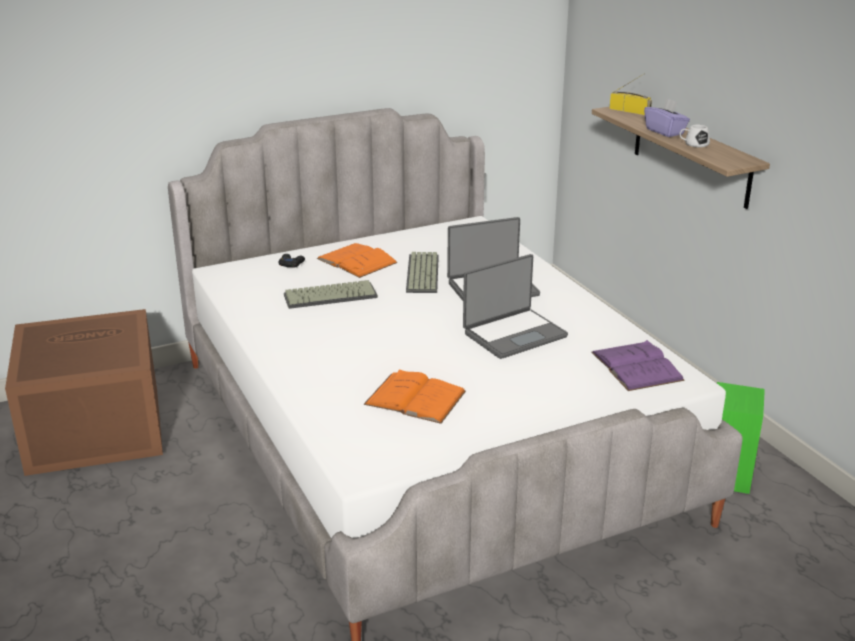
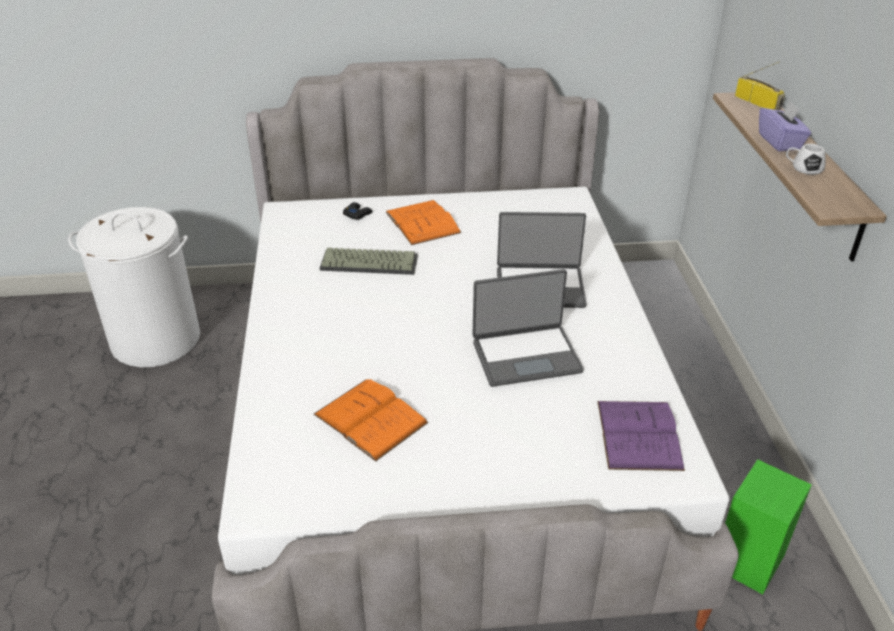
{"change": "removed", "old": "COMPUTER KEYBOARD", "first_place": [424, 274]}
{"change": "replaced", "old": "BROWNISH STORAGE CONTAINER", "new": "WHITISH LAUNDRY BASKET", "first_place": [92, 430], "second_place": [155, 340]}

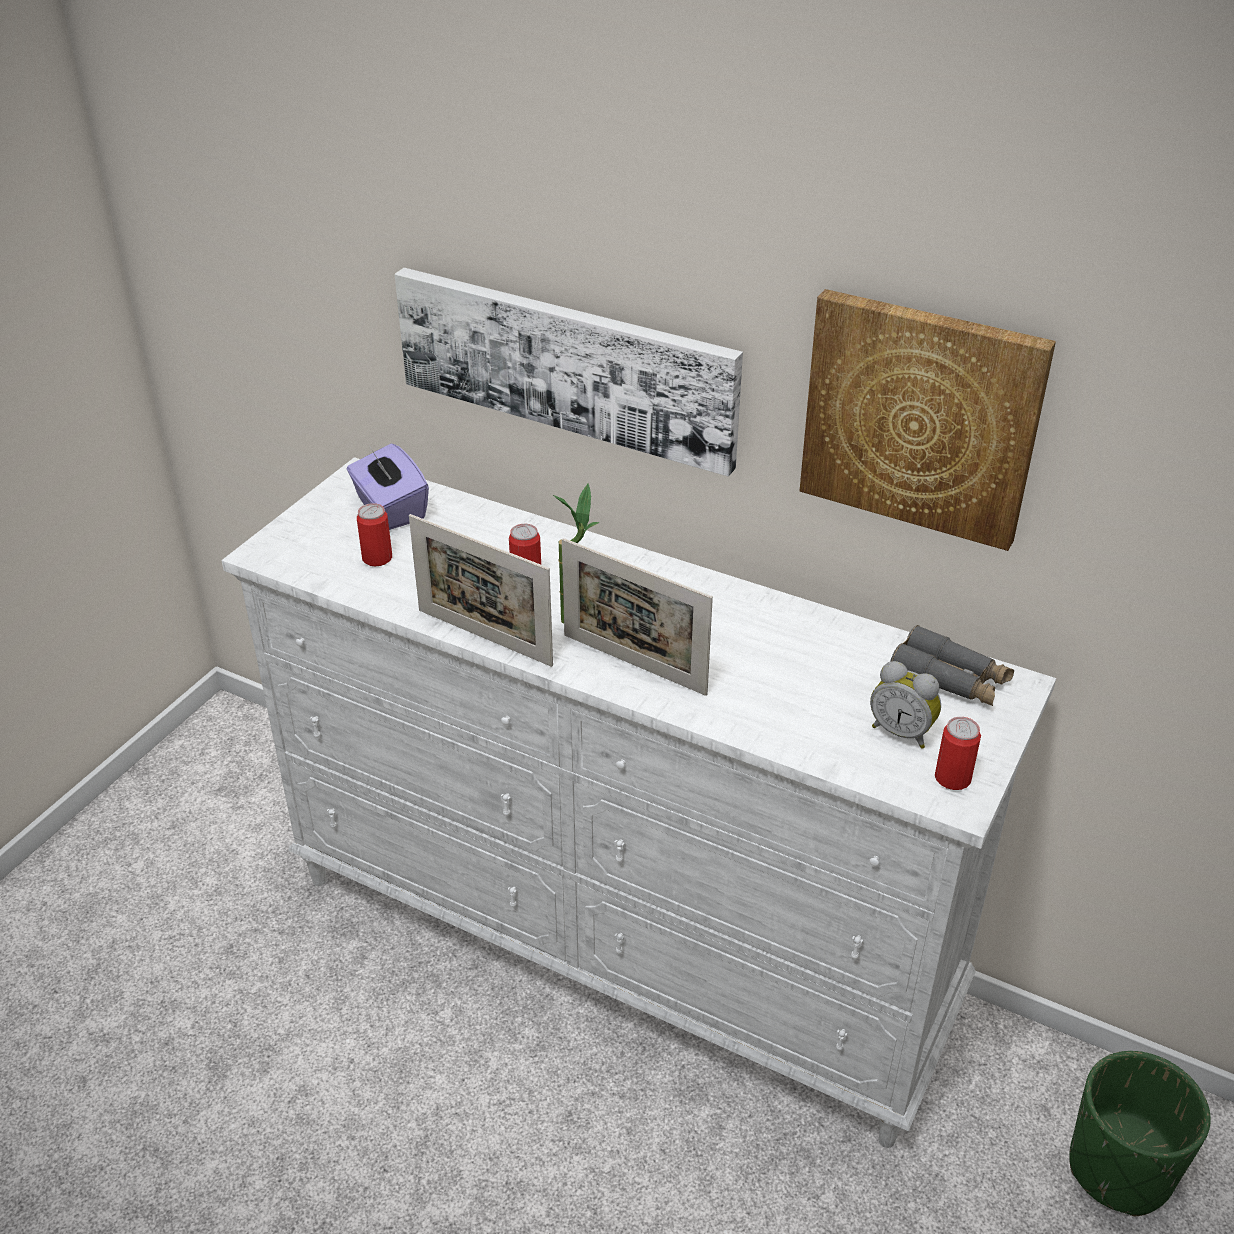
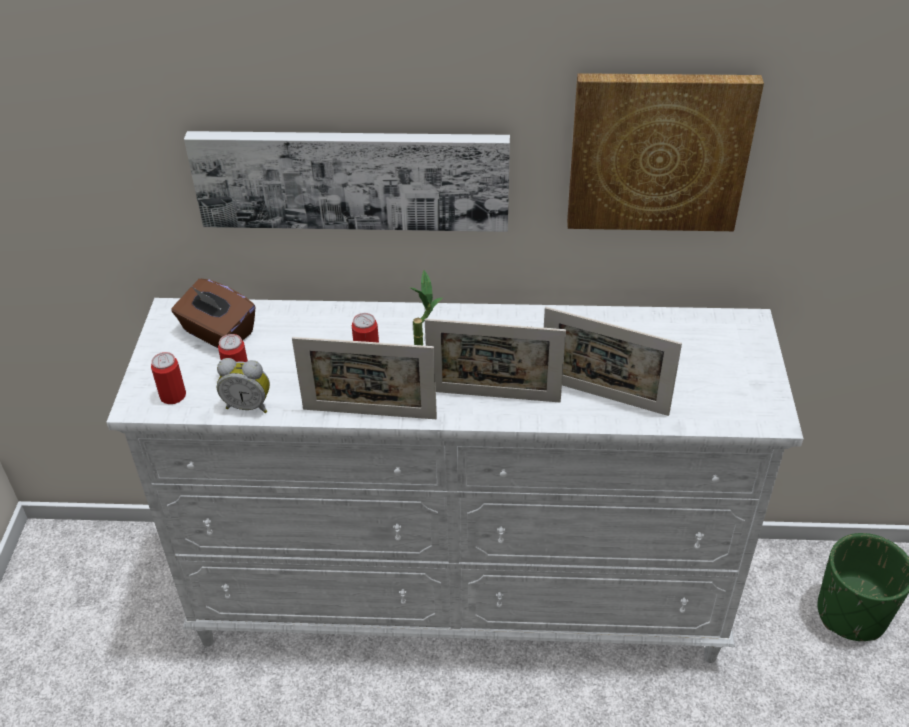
{"change": "removed", "old": "GREY PAIR OF BINOCULARS", "first_place": [950, 679]}
{"change": "added", "new": "PICTURE FRAME", "second_place": [603, 396]}
{"change": "moved", "old": "ALARM CLOCK", "first_place": [902, 732], "second_place": [248, 405]}
{"change": "moved", "old": "SEALED CAN", "first_place": [952, 778], "second_place": [173, 396]}
{"change": "recoloured", "old": "PURPLE TISSUE HOLDER", "new": "BROWNISH TISSUE HOLDER", "first_place": [390, 509], "second_place": [218, 333]}

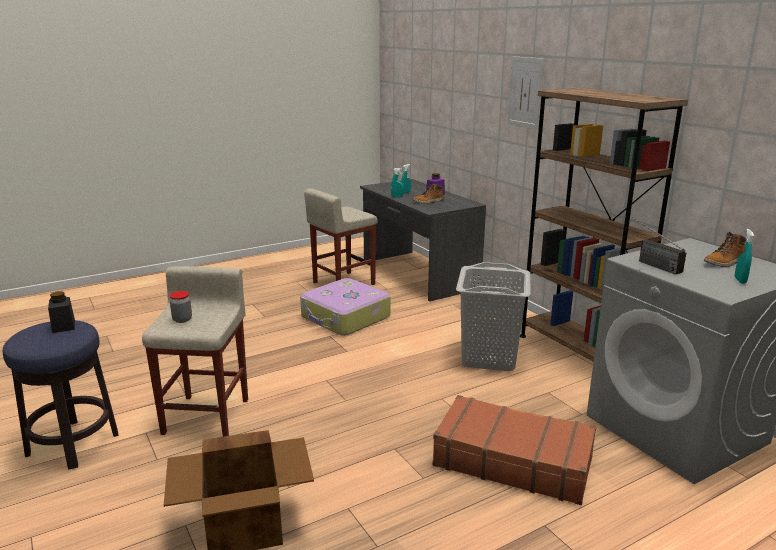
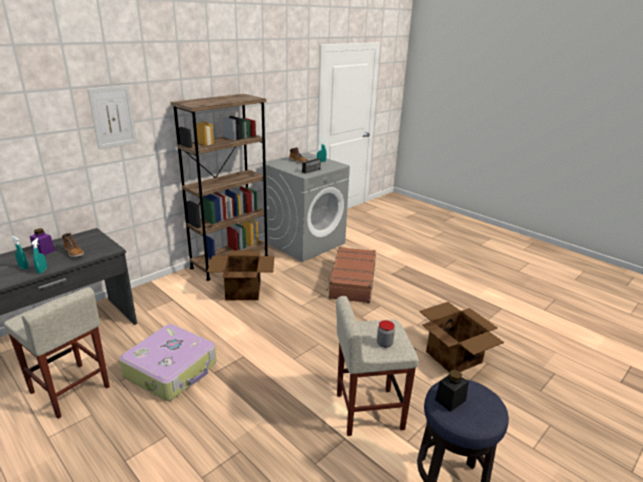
{"change": "replaced", "old": "GREY LAUNDRY BASKET", "new": "PACKING BOX", "first_place": [489, 357], "second_place": [242, 291]}

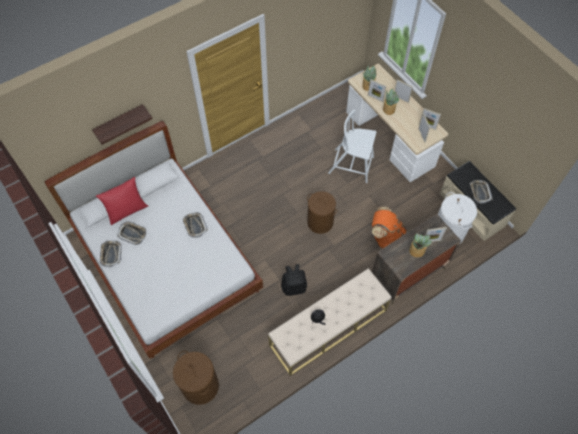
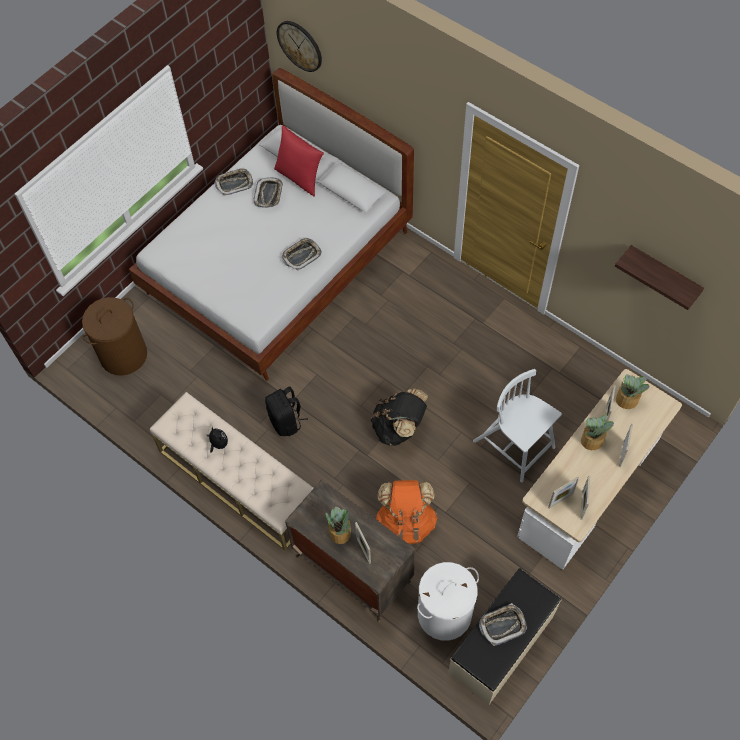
{"change": "added", "new": "CLOCK ON THE WALL", "second_place": [300, 45]}
{"change": "moved", "old": "BRACKET SHELF", "first_place": [120, 122], "second_place": [664, 274]}
{"change": "replaced", "old": "BROWNISH LAUNDRY BASKET", "new": "BLACKISH RUCKSACK", "first_place": [320, 222], "second_place": [399, 427]}
{"change": "turned", "old": "WHITISH PLAIN CHAIR", "first_place": [352, 165], "second_place": [515, 445], "degrees": -45}

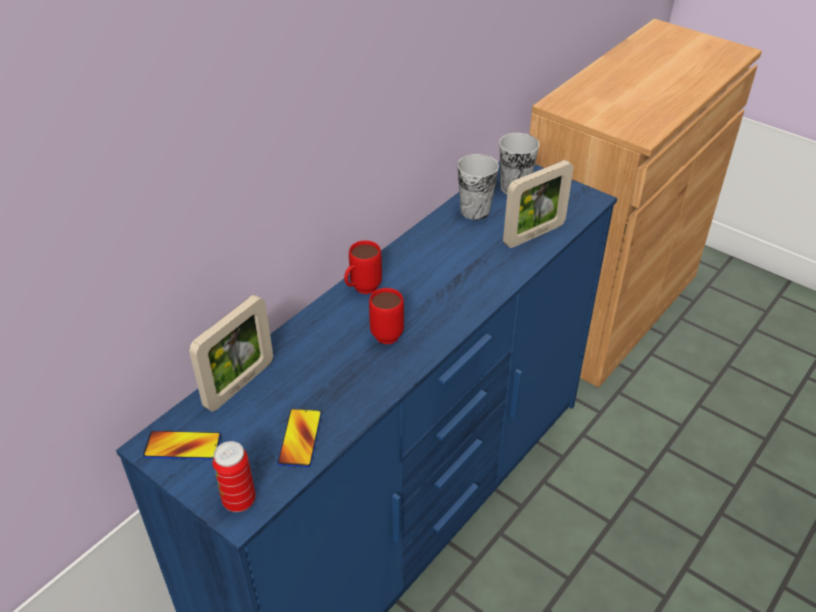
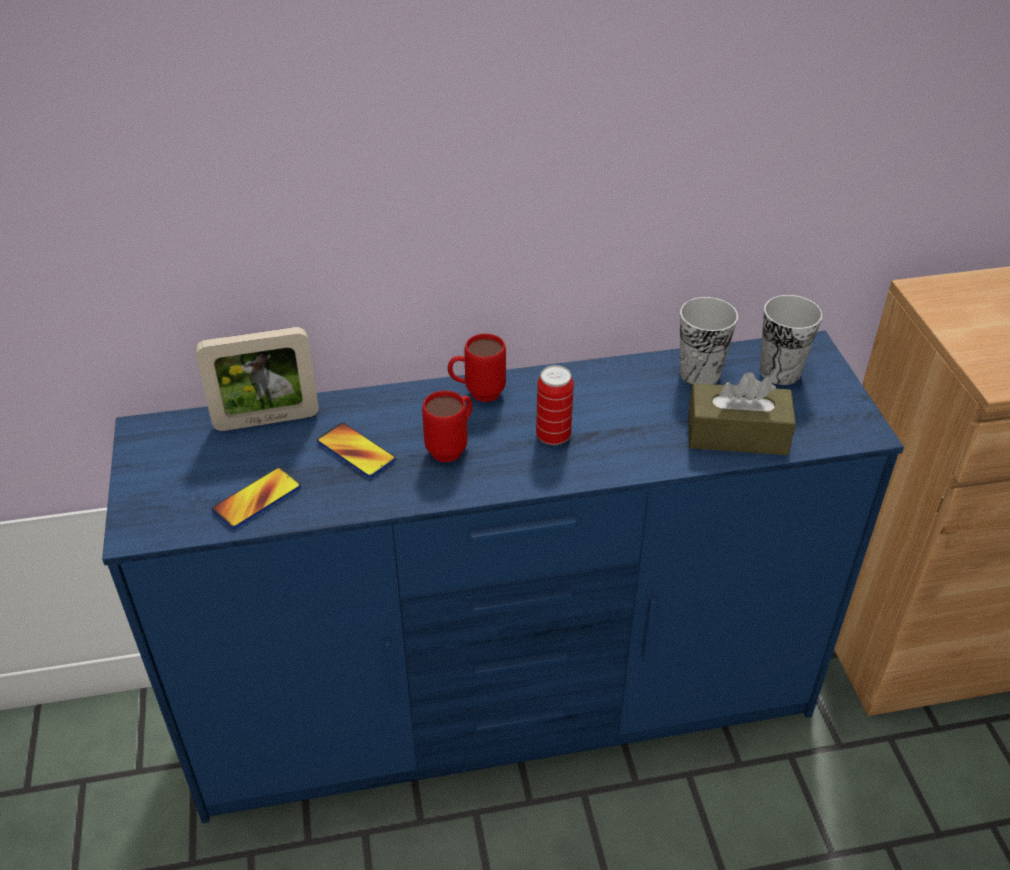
{"change": "moved", "old": "HANDSET", "first_place": [182, 446], "second_place": [356, 451]}
{"change": "moved", "old": "SEALED CAN", "first_place": [239, 500], "second_place": [553, 436]}
{"change": "replaced", "old": "PICTURE FRAME", "new": "BROWNISH TISSUE HOLDER", "first_place": [534, 234], "second_place": [737, 434]}

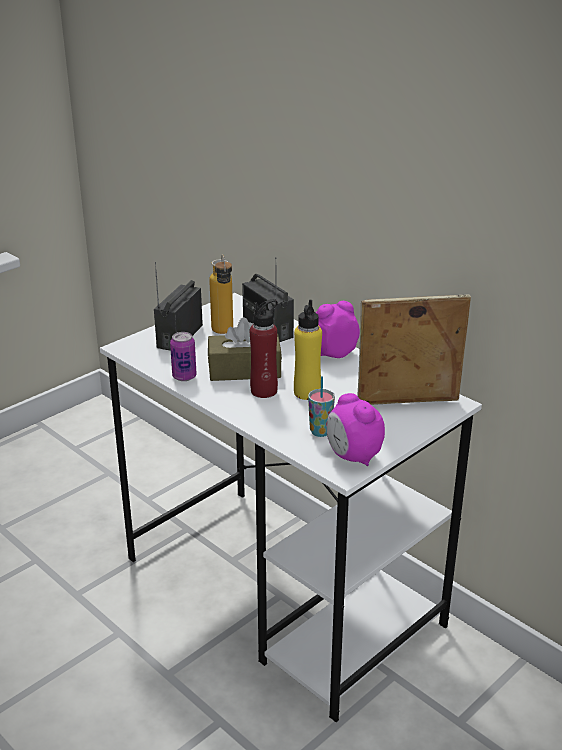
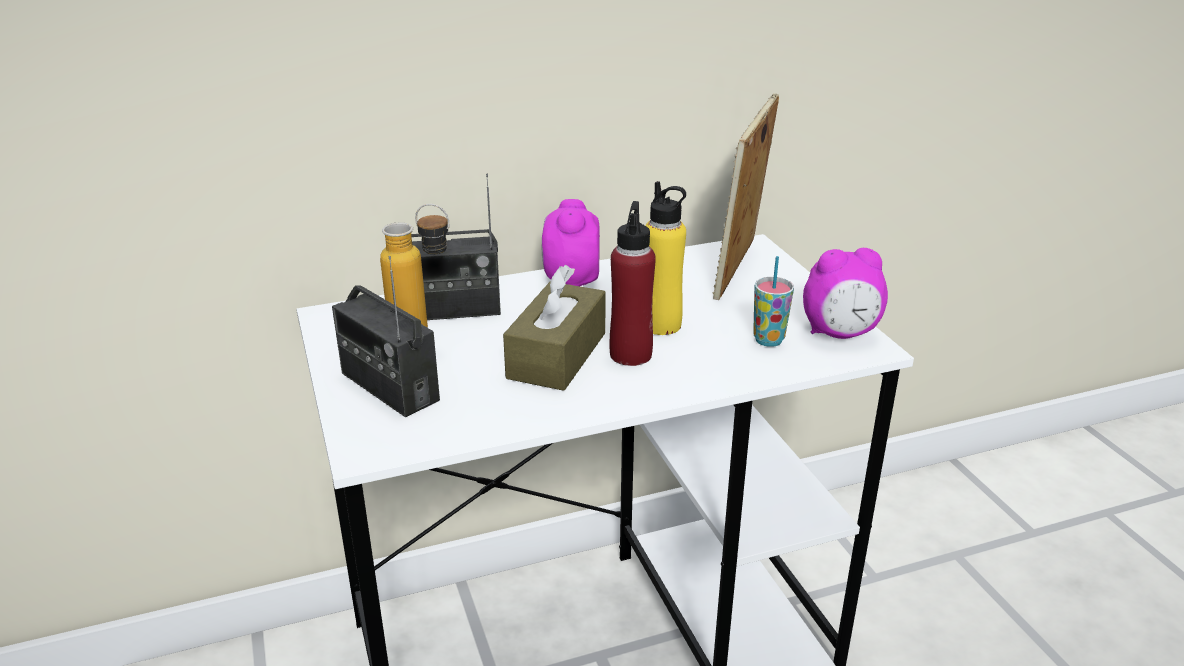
{"change": "removed", "old": "SEALED CAN", "first_place": [184, 376]}

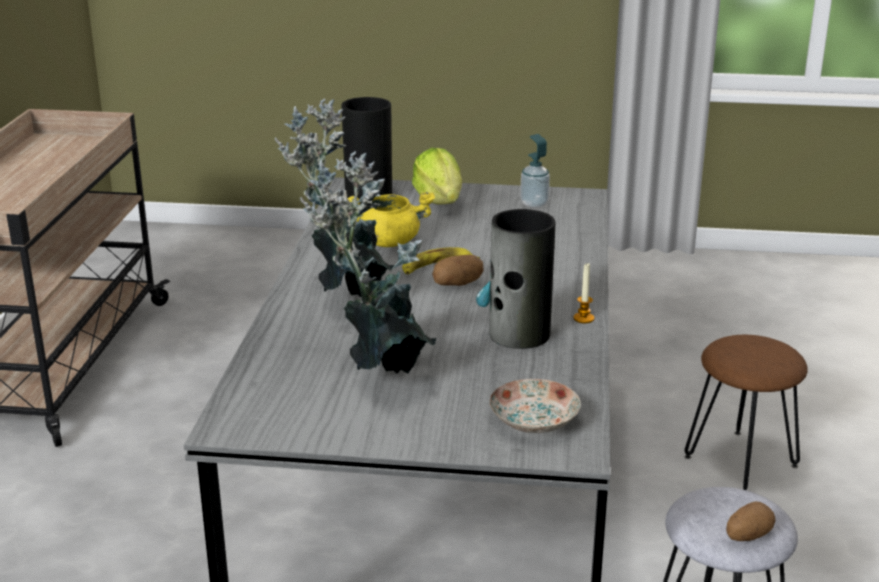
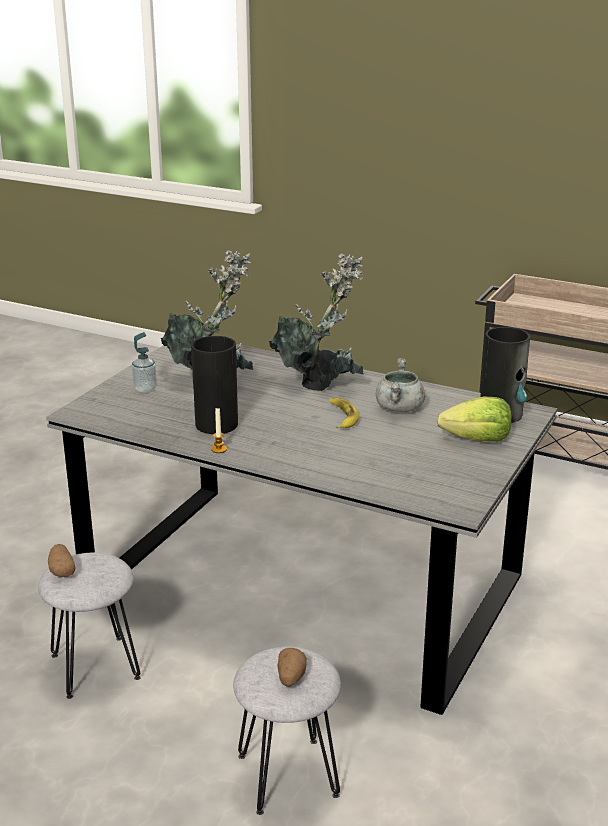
{"change": "removed", "old": "FLAT DISH", "first_place": [533, 421]}
{"change": "moved", "old": "POTATO", "first_place": [457, 284], "second_place": [291, 677]}
{"change": "moved", "old": "LIQUID SOAP BOTTLE", "first_place": [534, 204], "second_place": [145, 389]}
{"change": "recoloured", "old": "YELLOW-COLOURED COOKING POT", "new": "GREY COOKING POT", "first_place": [390, 241], "second_place": [399, 408]}
{"change": "recoloured", "old": "BROWNISH STOOL", "new": "GREY STOOL", "first_place": [741, 462], "second_place": [287, 775]}

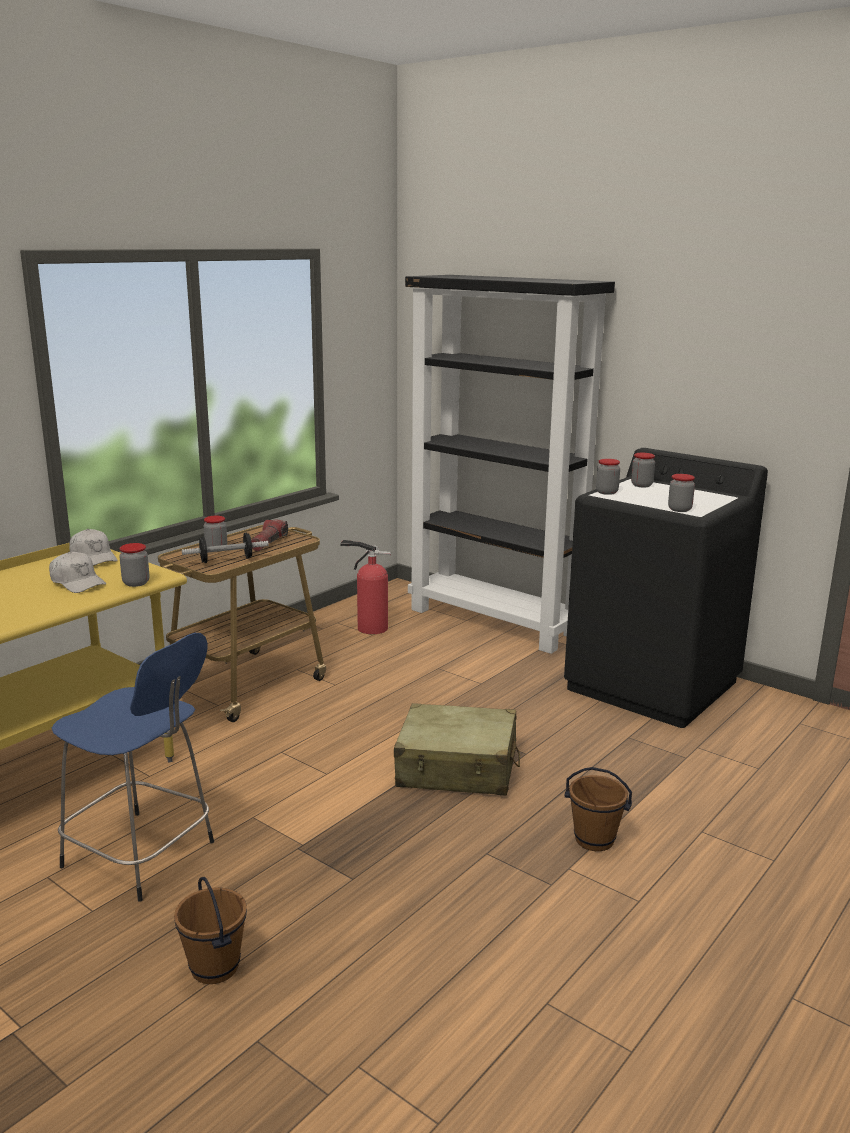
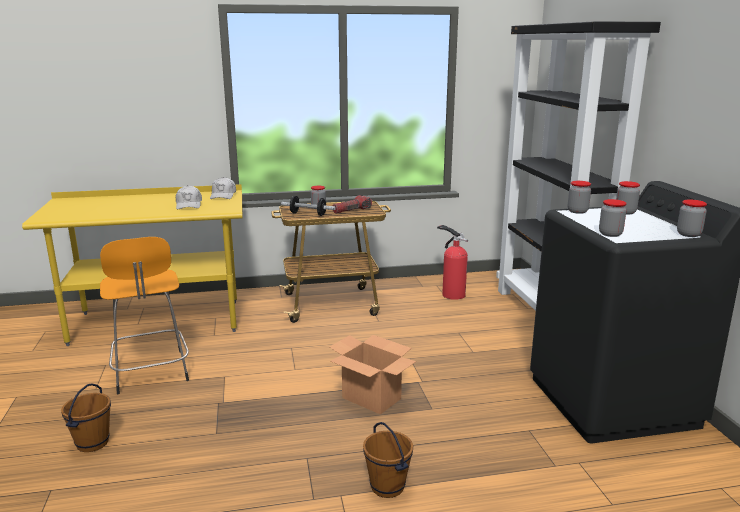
{"change": "moved", "old": "PRESERVE JAR", "first_place": [136, 583], "second_place": [688, 234]}
{"change": "replaced", "old": "BEIGE-COLOURED PIECE OF LUGGAGE", "new": "PACKING BOX", "first_place": [457, 768], "second_place": [372, 398]}
{"change": "recoloured", "old": "BLUE-COLOURED STOOL", "new": "ORANGE STOOL", "first_place": [142, 856], "second_place": [151, 373]}

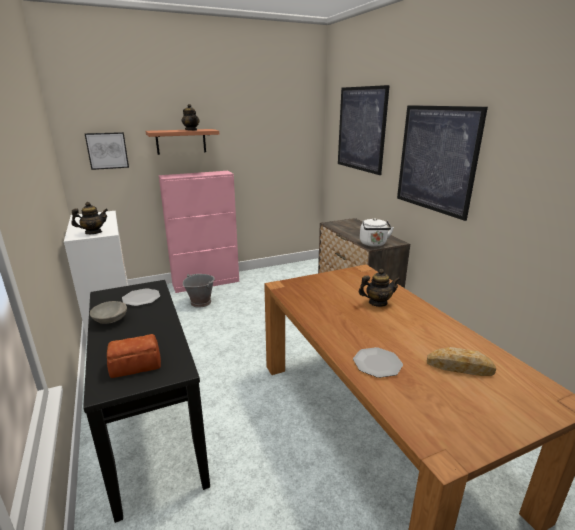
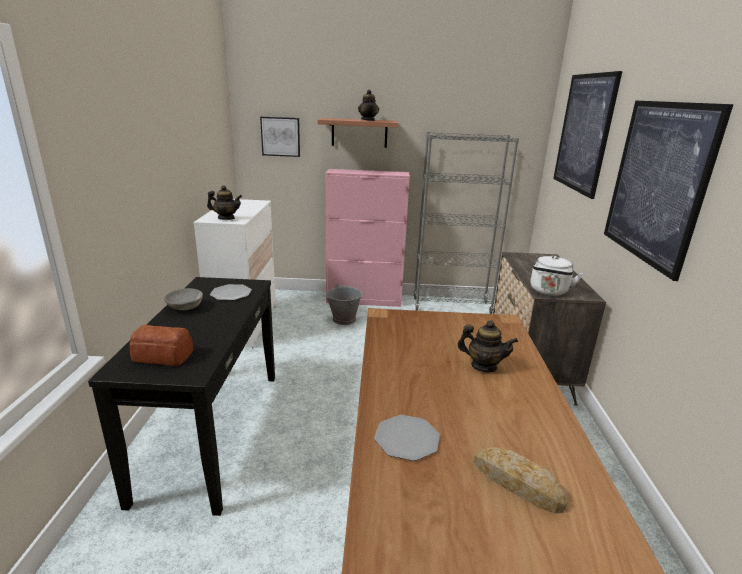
{"change": "added", "new": "GREY BOOKSHELF", "second_place": [451, 306]}

